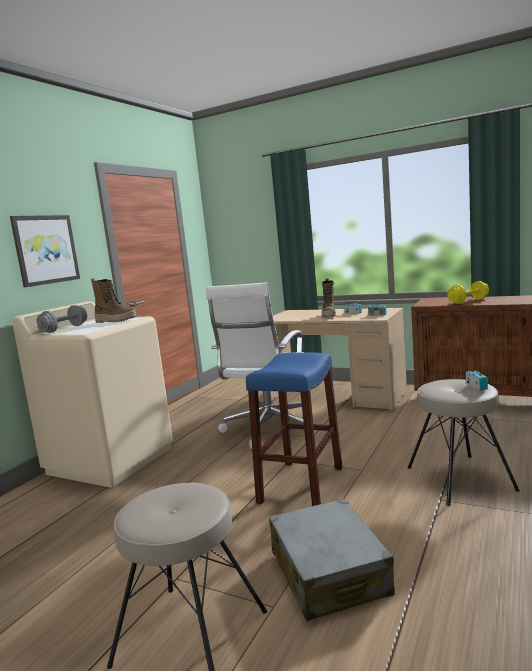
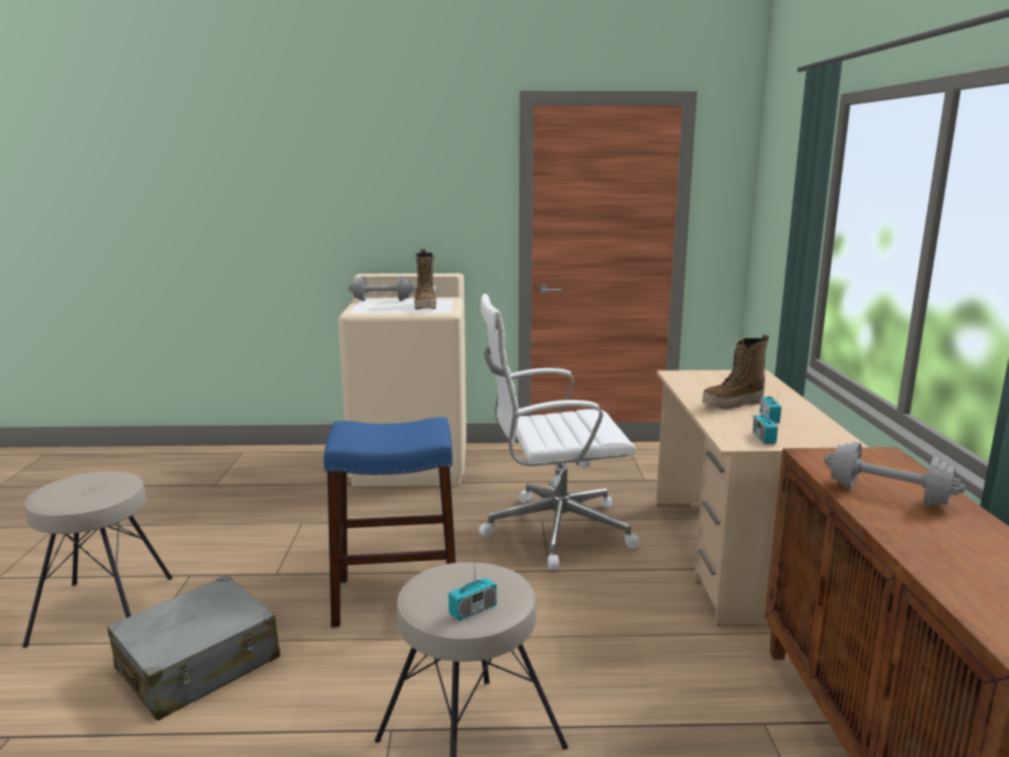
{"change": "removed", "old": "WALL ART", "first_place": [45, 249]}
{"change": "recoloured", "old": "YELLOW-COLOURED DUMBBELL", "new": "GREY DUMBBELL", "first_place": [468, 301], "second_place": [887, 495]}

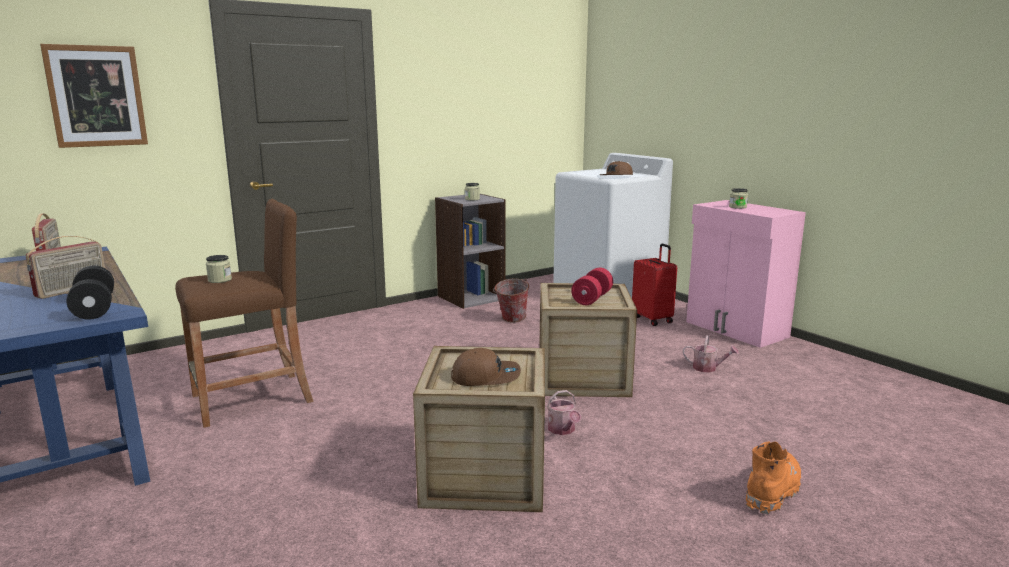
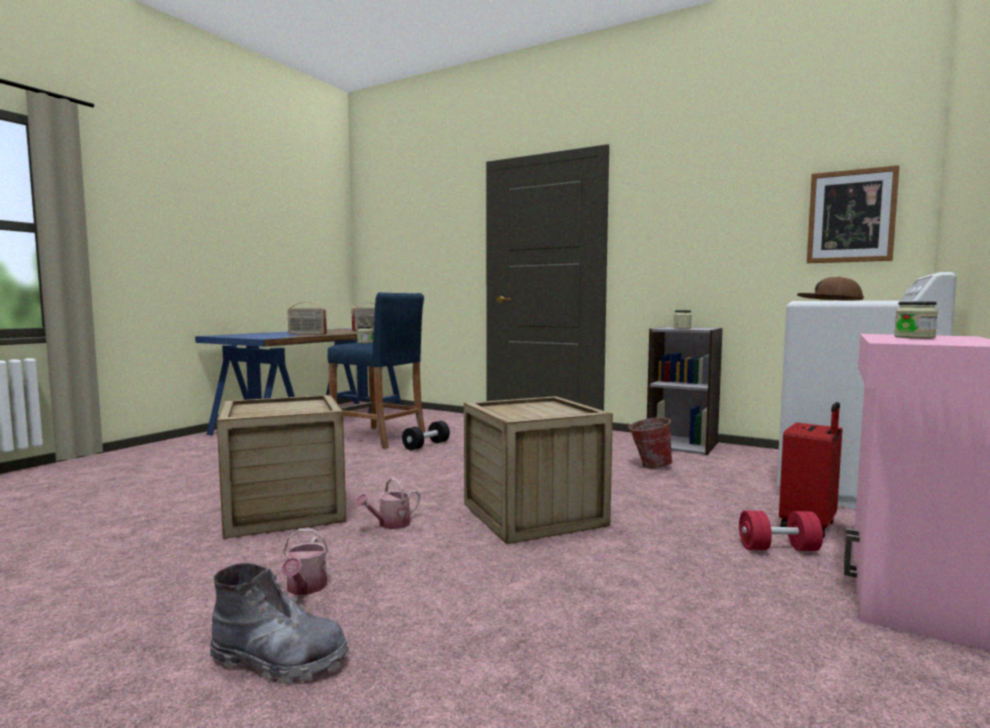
{"change": "removed", "old": "BROWNISH CAP", "first_place": [486, 376]}
{"change": "moved", "old": "WALL ART", "first_place": [96, 96], "second_place": [851, 216]}
{"change": "moved", "old": "BLACKISH DUMBBELL", "first_place": [94, 308], "second_place": [426, 445]}
{"change": "moved", "old": "RED DUMBBELL", "first_place": [592, 298], "second_place": [778, 548]}
{"change": "moved", "old": "WATERING POT", "first_place": [708, 368], "second_place": [305, 588]}
{"change": "recoloured", "old": "BROWNISH STOOL", "new": "BLUE-COLOURED STOOL", "first_place": [252, 399], "second_place": [378, 437]}
{"change": "recoloured", "old": "ORANGE BOOT", "new": "GREY BOOT", "first_place": [772, 491], "second_place": [279, 660]}

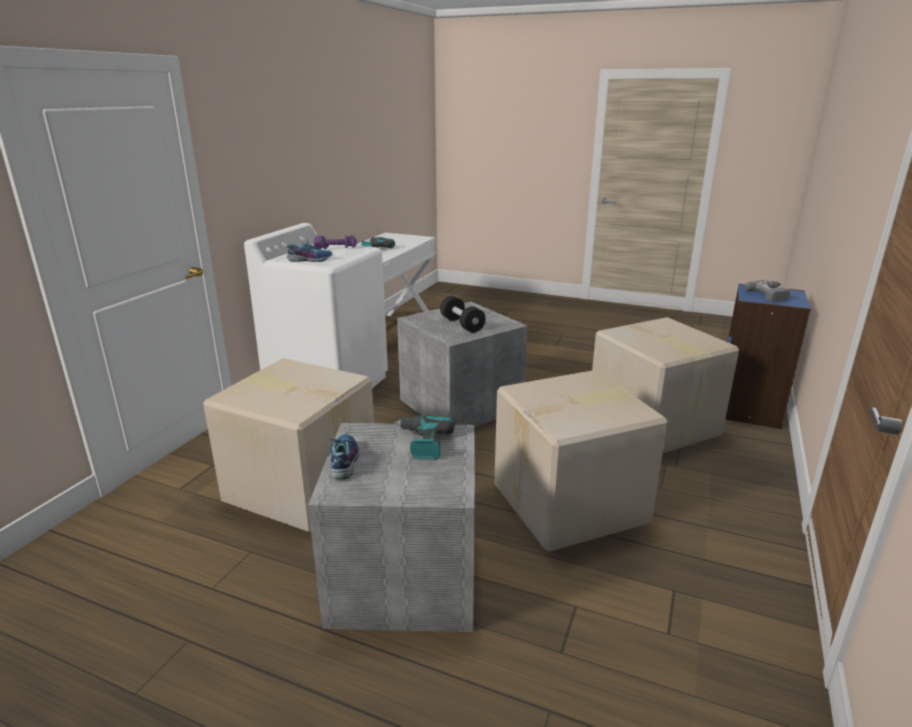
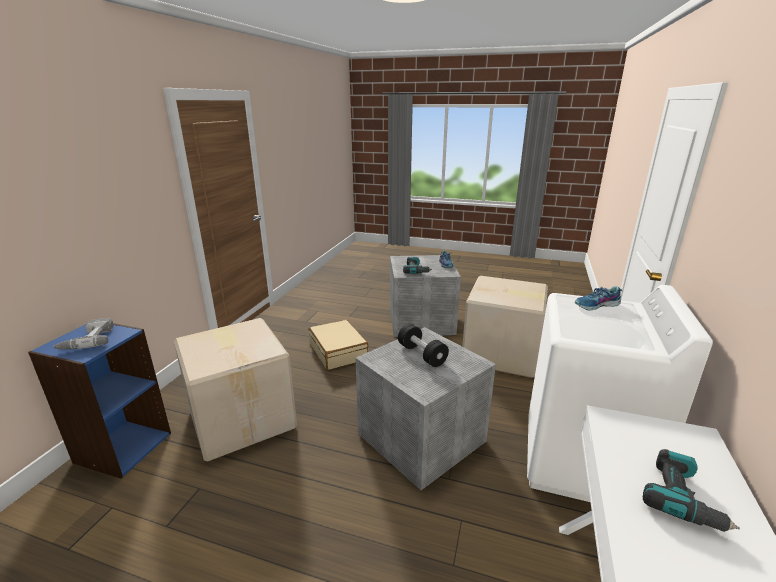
{"change": "removed", "old": "PURPLE DUMBBELL", "first_place": [335, 248]}
{"change": "replaced", "old": "PACKING BOX", "new": "BEIGE-COLOURED PIECE OF LUGGAGE", "first_place": [572, 504], "second_place": [338, 352]}

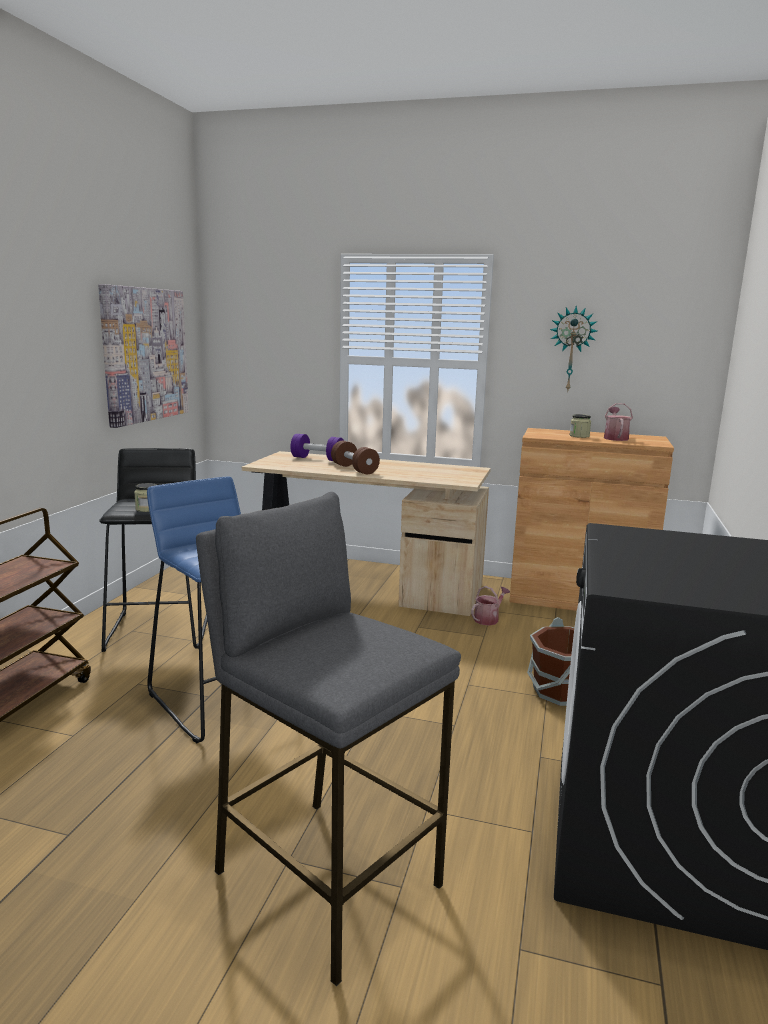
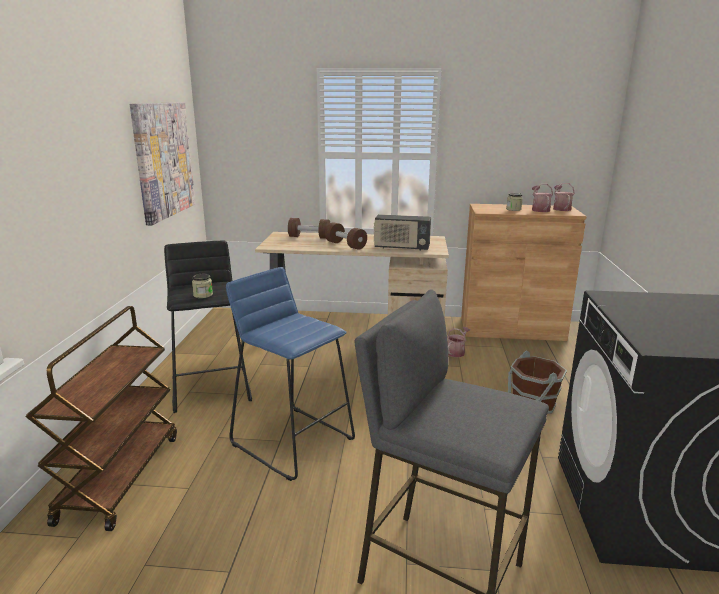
{"change": "removed", "old": "CLOCK ON THE WALL", "first_place": [571, 349]}
{"change": "added", "new": "RADIO SET", "second_place": [401, 247]}
{"change": "added", "new": "WATERING POT", "second_place": [561, 208]}
{"change": "recoloured", "old": "PURPLE DUMBBELL", "new": "BROWNISH DUMBBELL", "first_place": [317, 459], "second_place": [309, 237]}

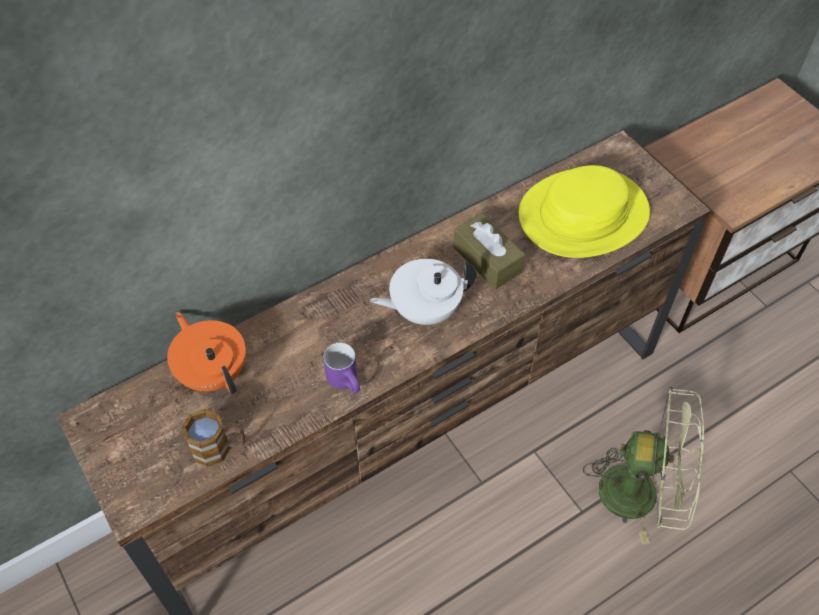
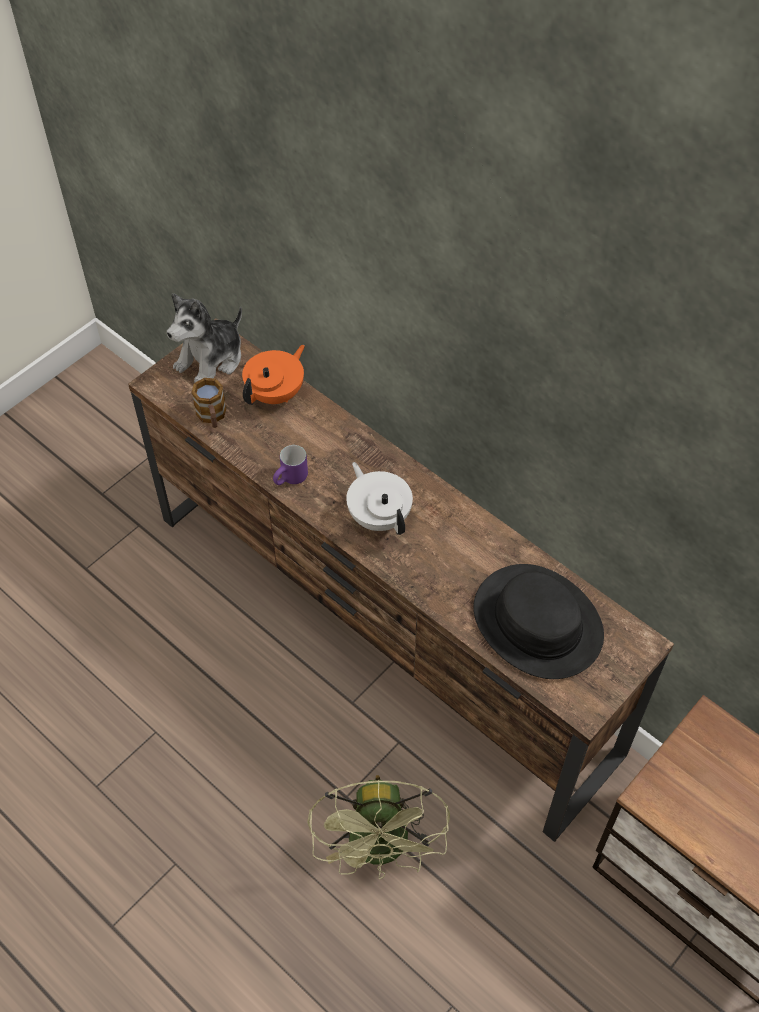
{"change": "removed", "old": "BROWNISH TISSUE HOLDER", "first_place": [487, 260]}
{"change": "added", "new": "CUDDLY TOY", "second_place": [211, 359]}
{"change": "recoloured", "old": "YELLOW-COLOURED HAT", "new": "BLACKISH HAT", "first_place": [583, 214], "second_place": [537, 623]}

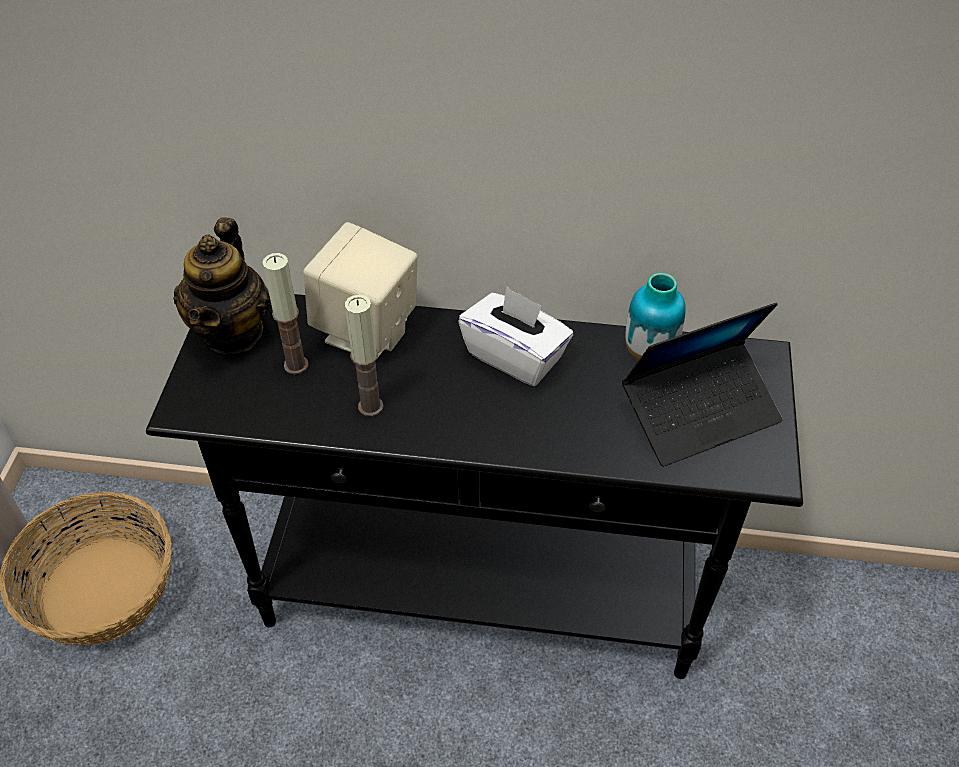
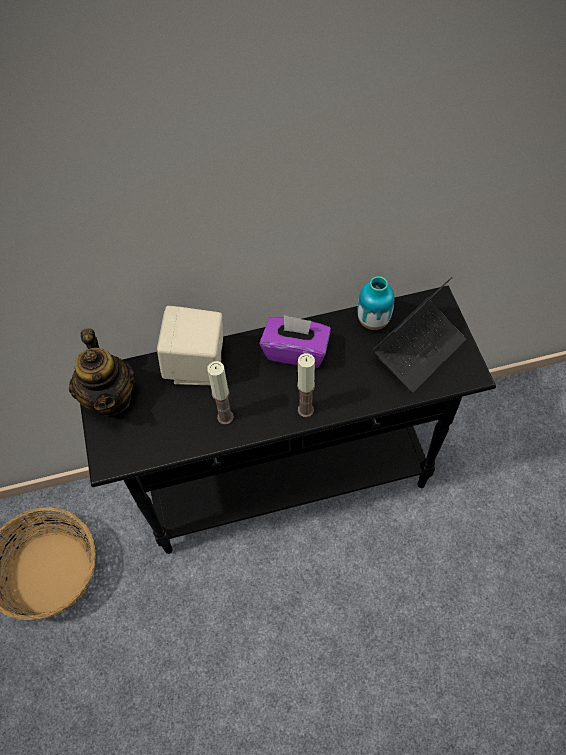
{"change": "moved", "old": "CANDLE", "first_place": [296, 365], "second_place": [305, 410]}
{"change": "recoloured", "old": "WHITISH TISSUE HOLDER", "new": "PURPLE TISSUE HOLDER", "first_place": [515, 356], "second_place": [296, 351]}

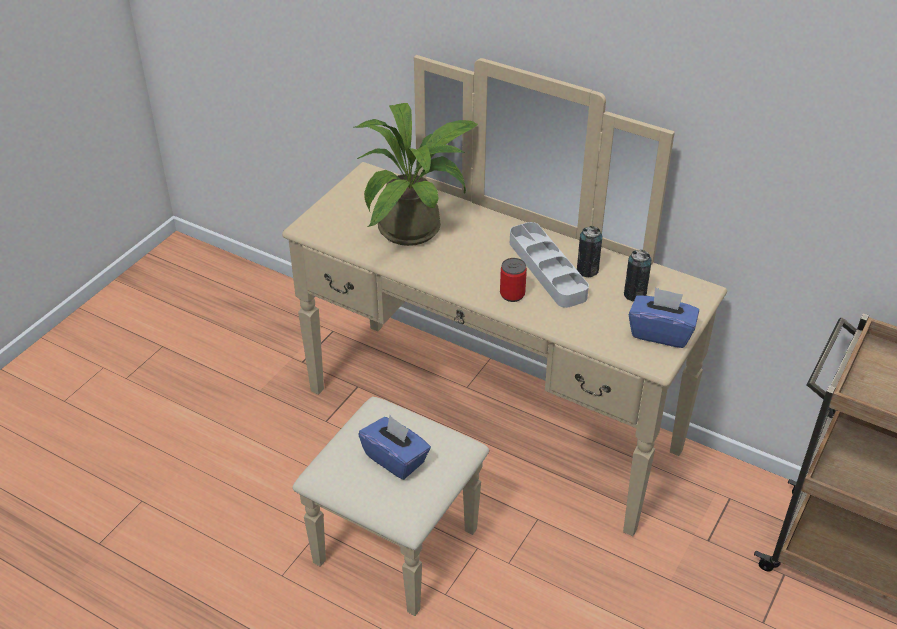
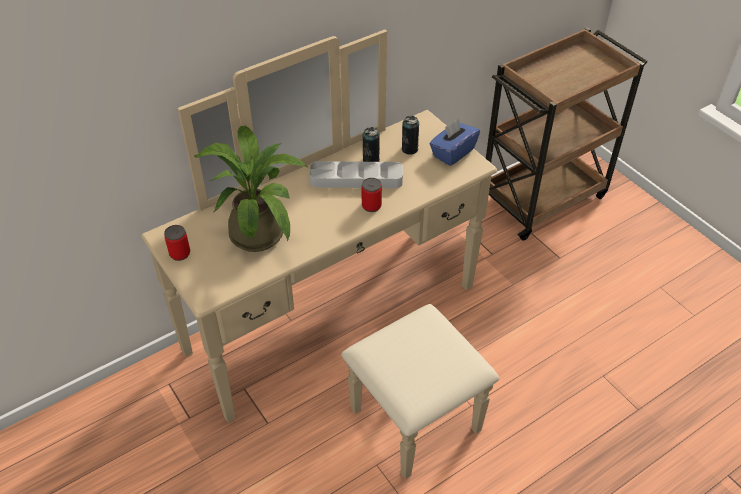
{"change": "removed", "old": "BLUE-COLOURED TISSUE HOLDER", "first_place": [395, 459]}
{"change": "added", "new": "SEALED CAN", "second_place": [180, 253]}

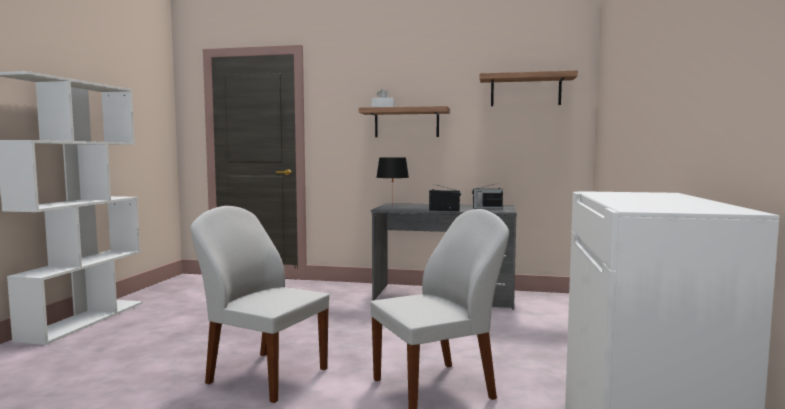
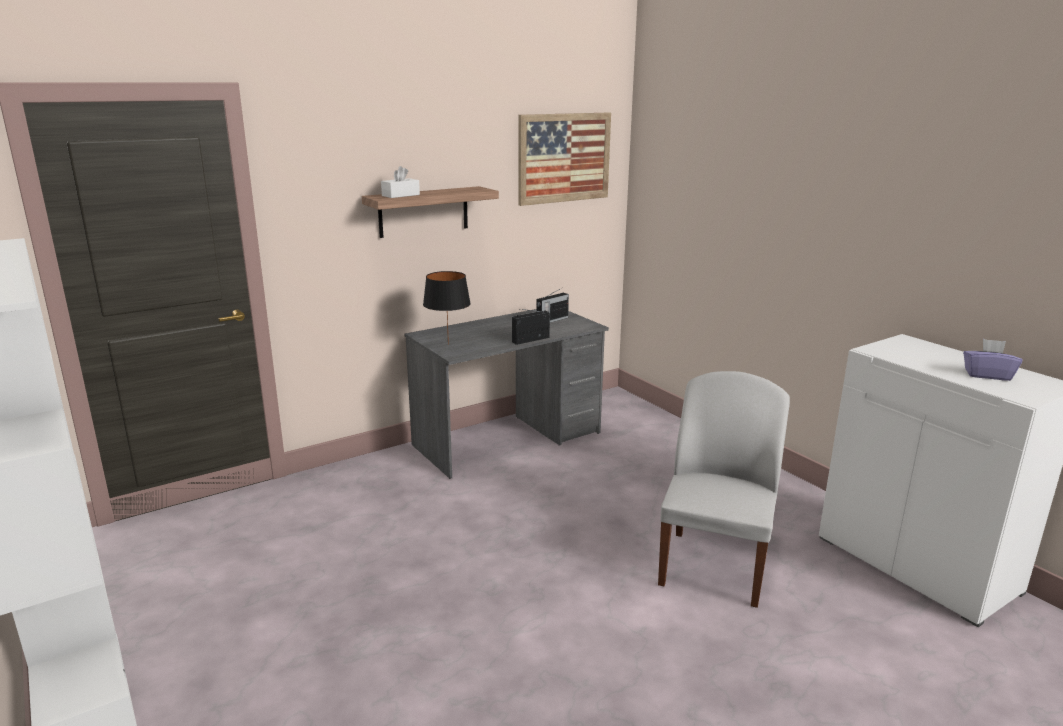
{"change": "removed", "old": "WHITISH PLAIN CHAIR", "first_place": [265, 375]}
{"change": "added", "new": "PURPLE TISSUE HOLDER", "second_place": [987, 375]}
{"change": "replaced", "old": "BRACKET SHELF", "new": "WALL ART", "first_place": [525, 90], "second_place": [564, 158]}

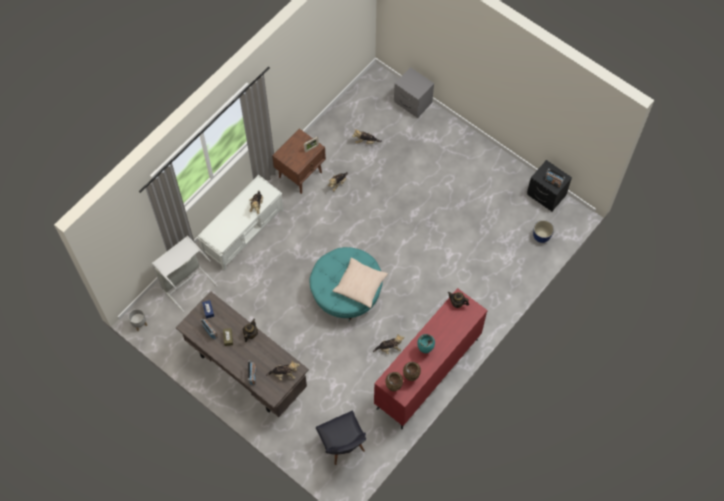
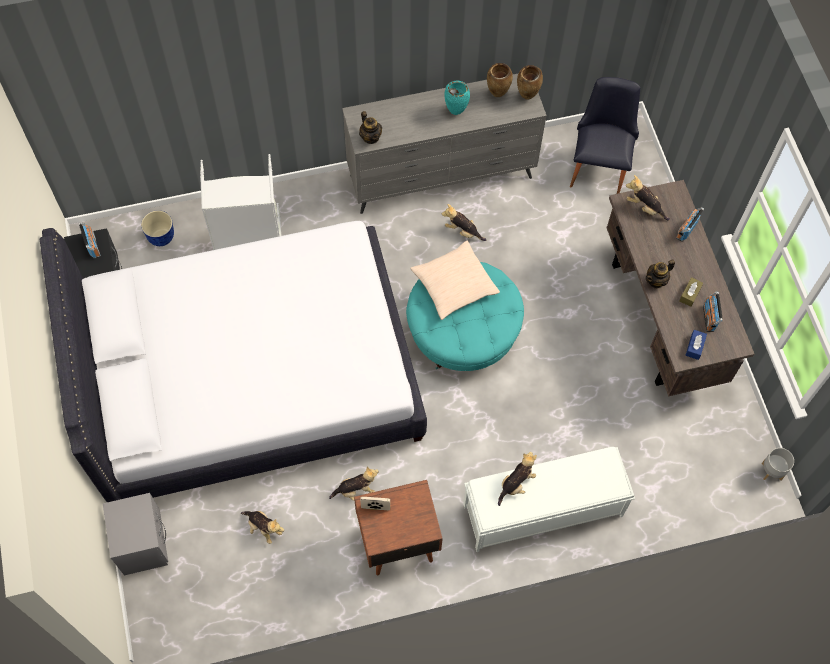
{"change": "added", "new": "WHITISH SLEEPING BED", "second_place": [251, 379]}
{"change": "moved", "old": "GREY LAUNDRY BASKET", "first_place": [185, 283], "second_place": [247, 238]}
{"change": "recoloured", "old": "RED DRESSER", "new": "GREY DRESSER", "first_place": [427, 373], "second_place": [442, 177]}

